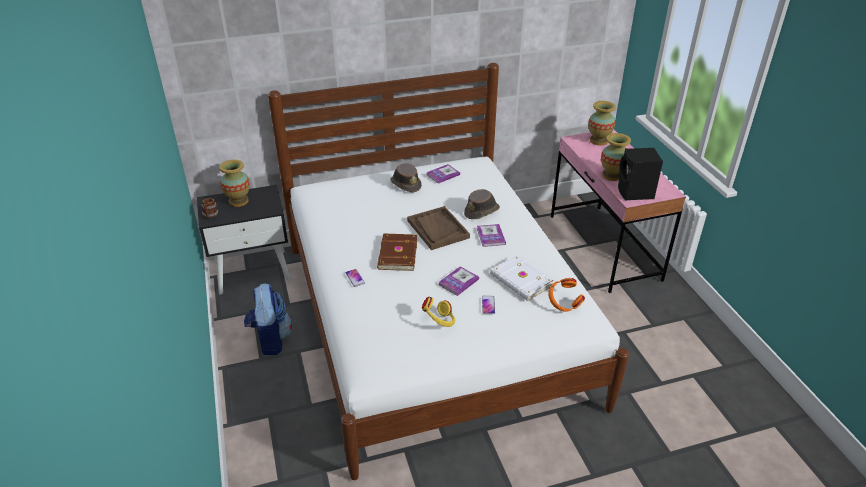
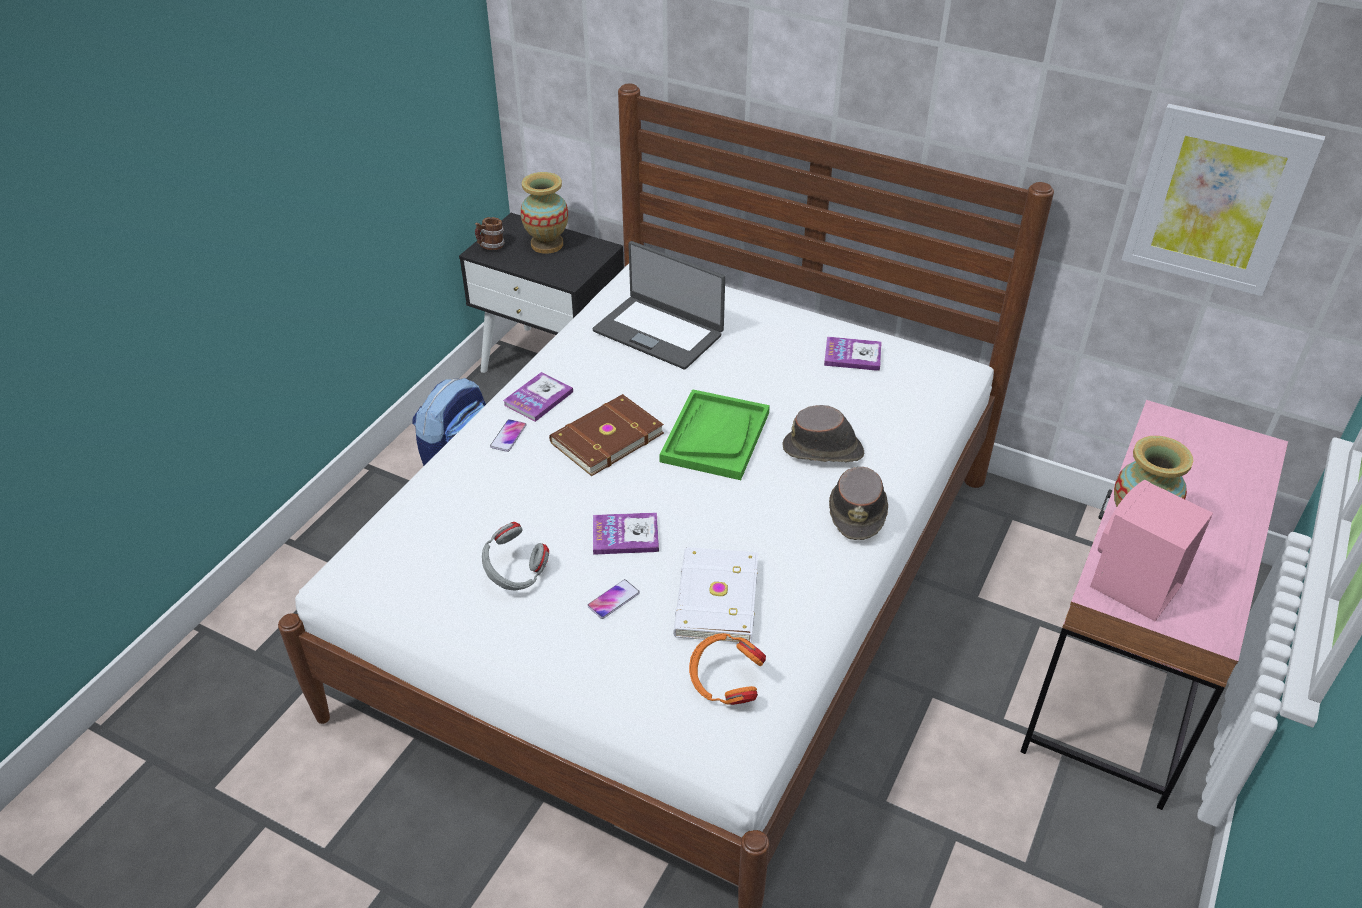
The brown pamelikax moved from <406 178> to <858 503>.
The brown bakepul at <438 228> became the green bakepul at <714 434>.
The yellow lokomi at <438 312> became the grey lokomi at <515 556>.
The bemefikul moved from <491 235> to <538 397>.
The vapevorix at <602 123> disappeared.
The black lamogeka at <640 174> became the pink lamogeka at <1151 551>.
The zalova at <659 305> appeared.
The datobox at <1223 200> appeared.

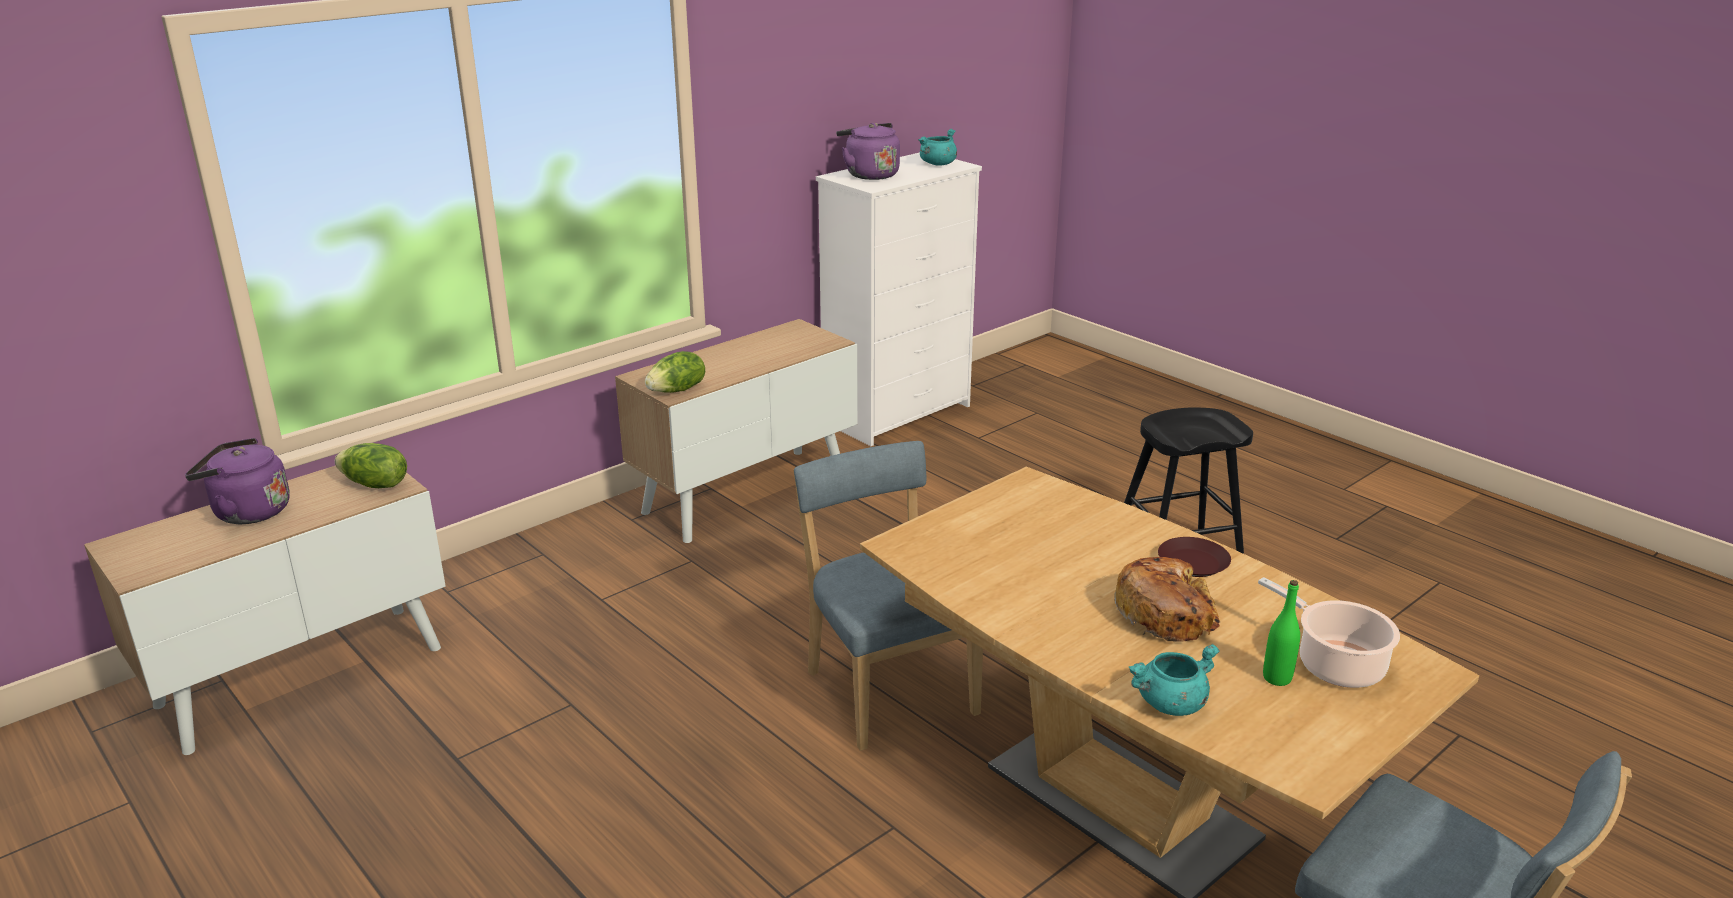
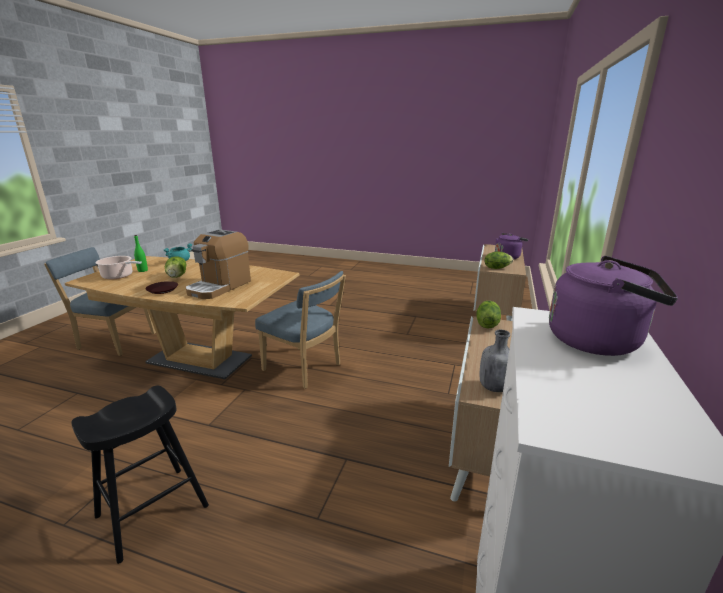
The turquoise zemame at <937 147> disappeared.
The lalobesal at <1167 599> was replaced by the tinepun at <176 267>.
The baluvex at <218 264> appeared.
The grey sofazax at <495 361> appeared.

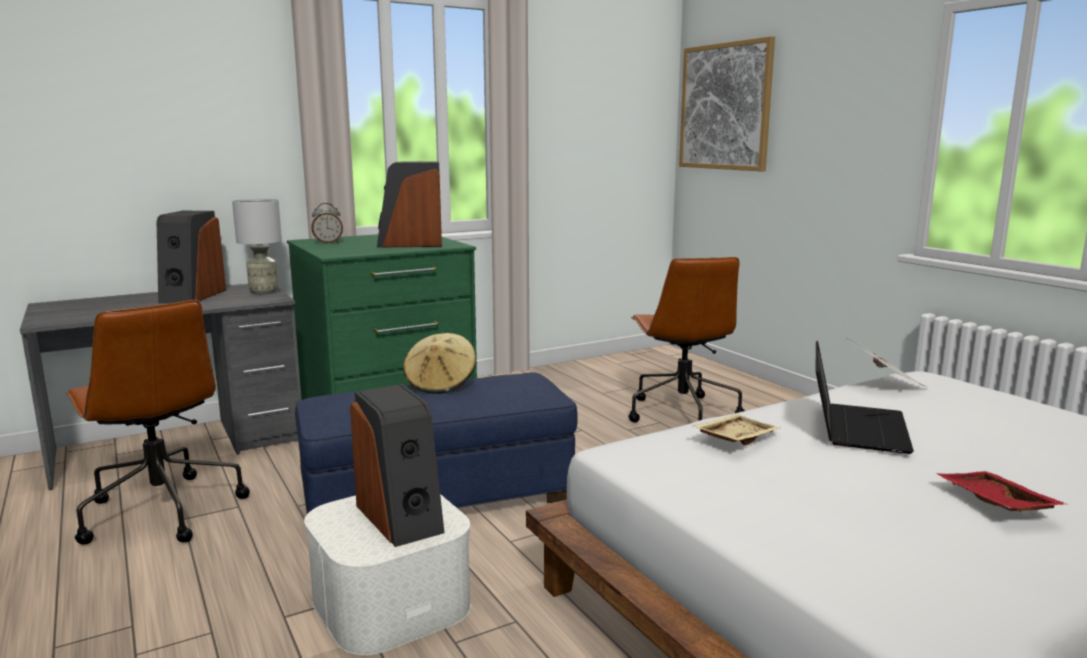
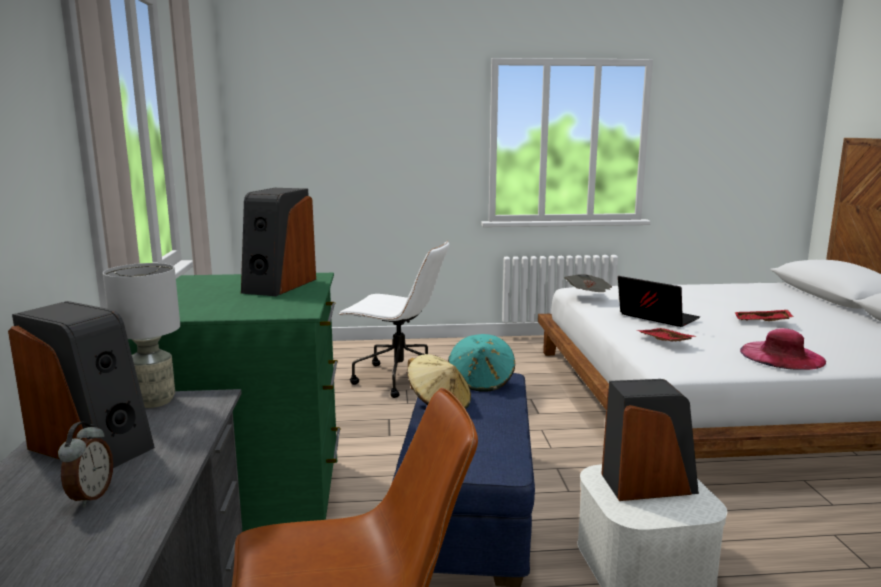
The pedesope moved from <327 223> to <85 464>.
The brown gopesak at <686 339> became the white gopesak at <394 319>.
The datobox at <727 103> disappeared.
The beige bakepul at <736 429> became the red bakepul at <667 335>.
The turquoise pamelikax at <481 363> appeared.
The pink pamelikax at <783 349> appeared.

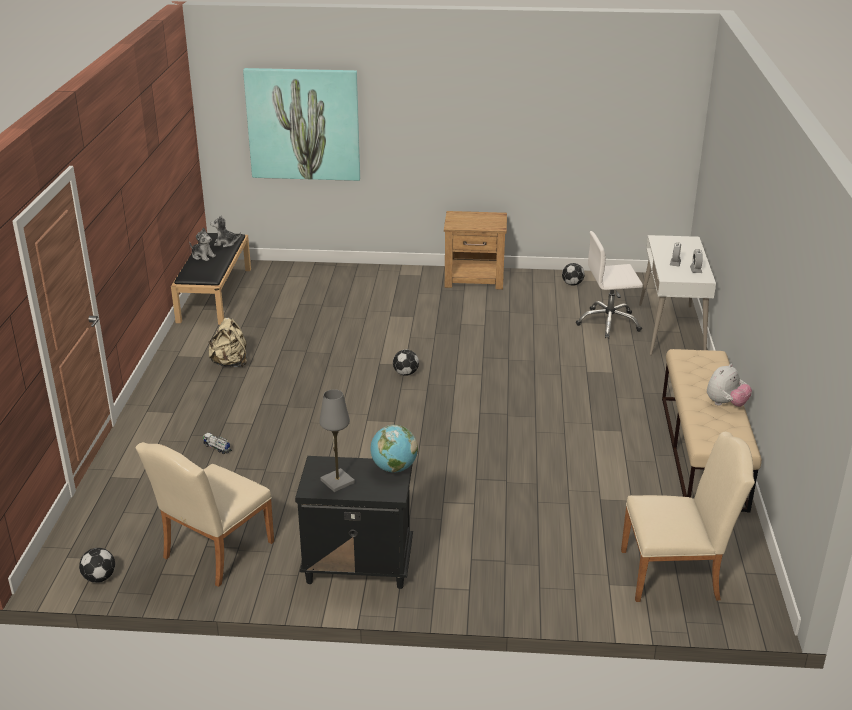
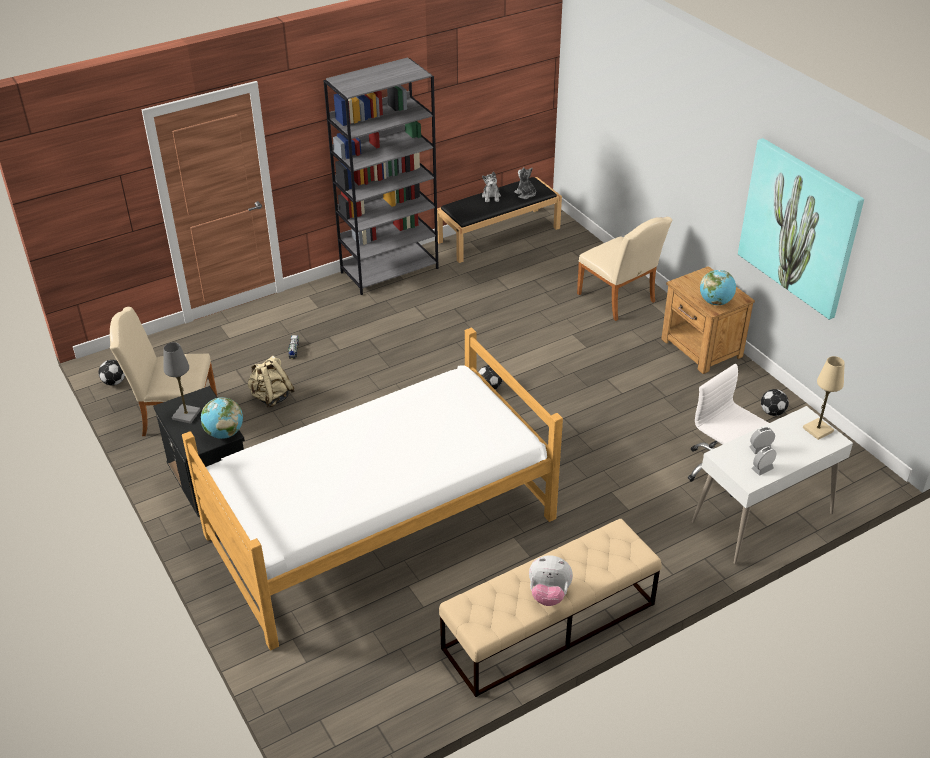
The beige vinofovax moved from <227 342> to <271 382>.
The datobox moved from <301 124> to <801 229>.
The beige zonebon moved from <688 517> to <624 269>.
The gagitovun at <372 489> appeared.
The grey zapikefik at <381 176> appeared.
The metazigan at <718 287> appeared.
The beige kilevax at <823 398> appeared.

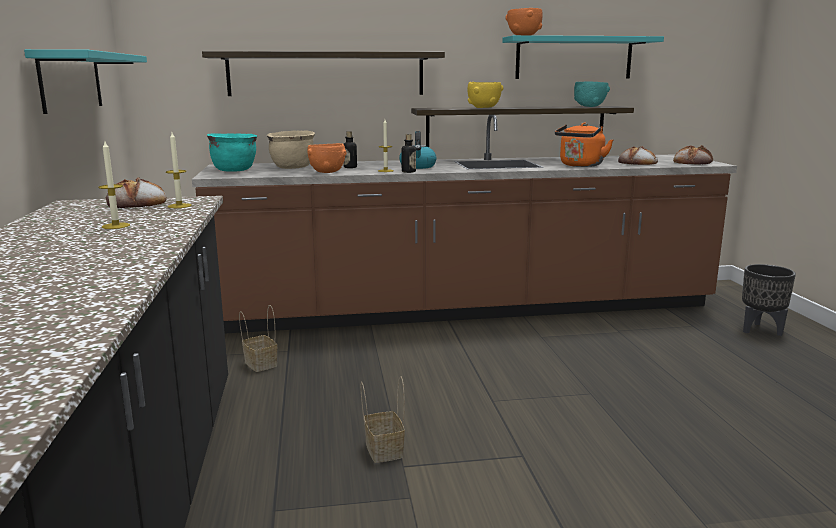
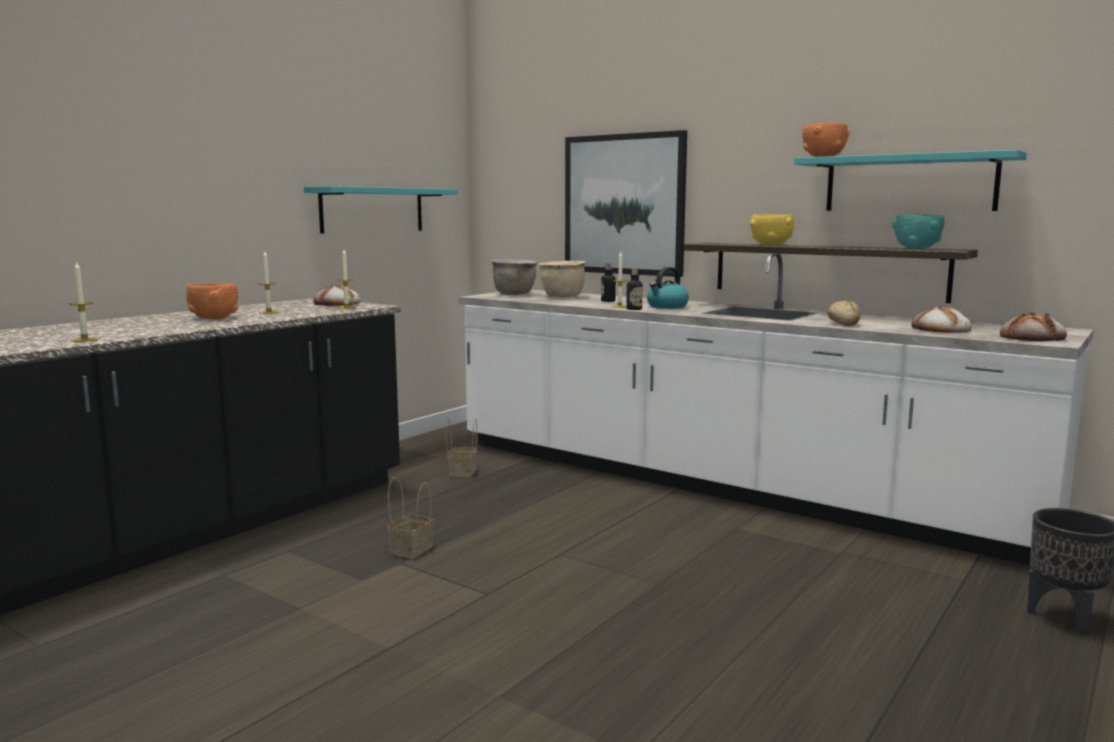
The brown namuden at <464 224> became the white namuden at <775 409>.
The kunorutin at <323 73> was replaced by the datobox at <626 203>.
The turquoise zemame at <232 152> became the brown zemame at <514 277>.
The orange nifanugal moved from <327 158> to <212 301>.
The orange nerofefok at <584 145> was replaced by the lalobesal at <844 313>.
The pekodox at <84 301> appeared.

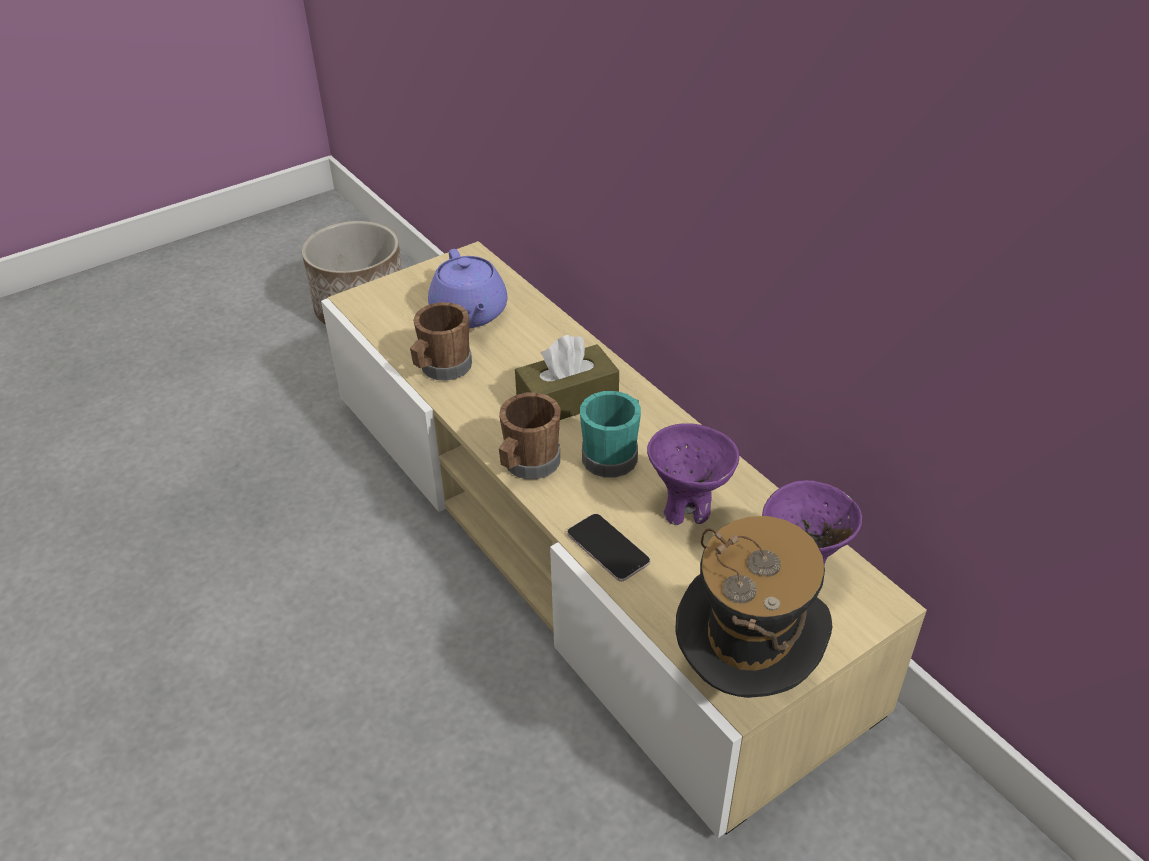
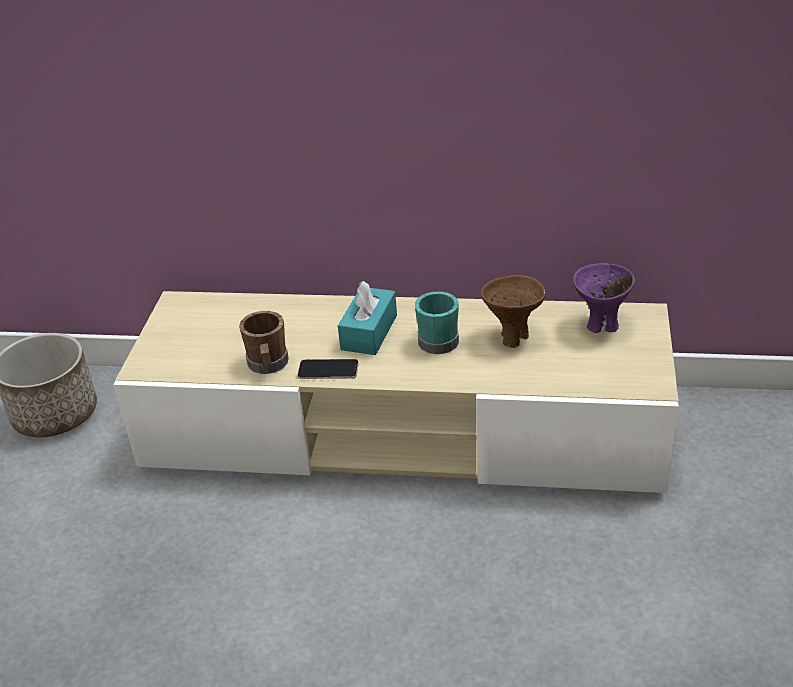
The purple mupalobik at <467 288> disappeared.
The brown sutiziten at <530 436> disappeared.
The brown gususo at <567 377> became the turquoise gususo at <367 318>.
The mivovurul moved from <608 547> to <328 369>.
The purple nifanugal at <693 474> became the brown nifanugal at <513 311>.
The pamelikax at <754 607> disappeared.

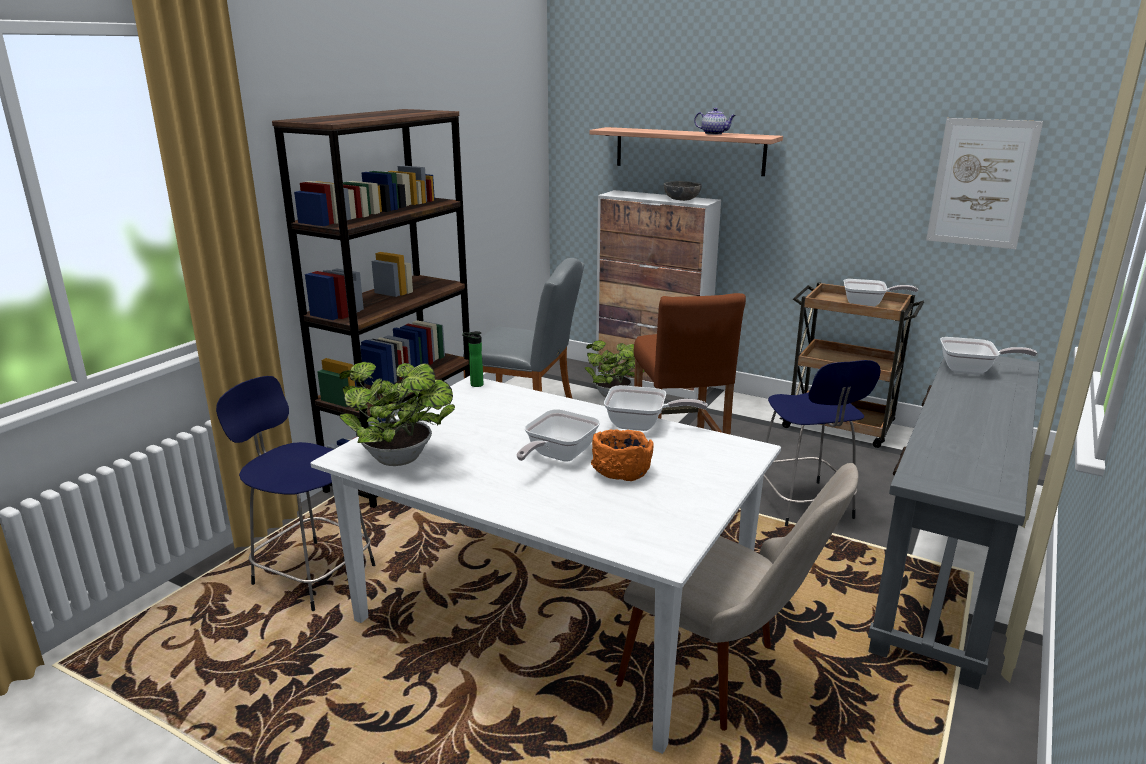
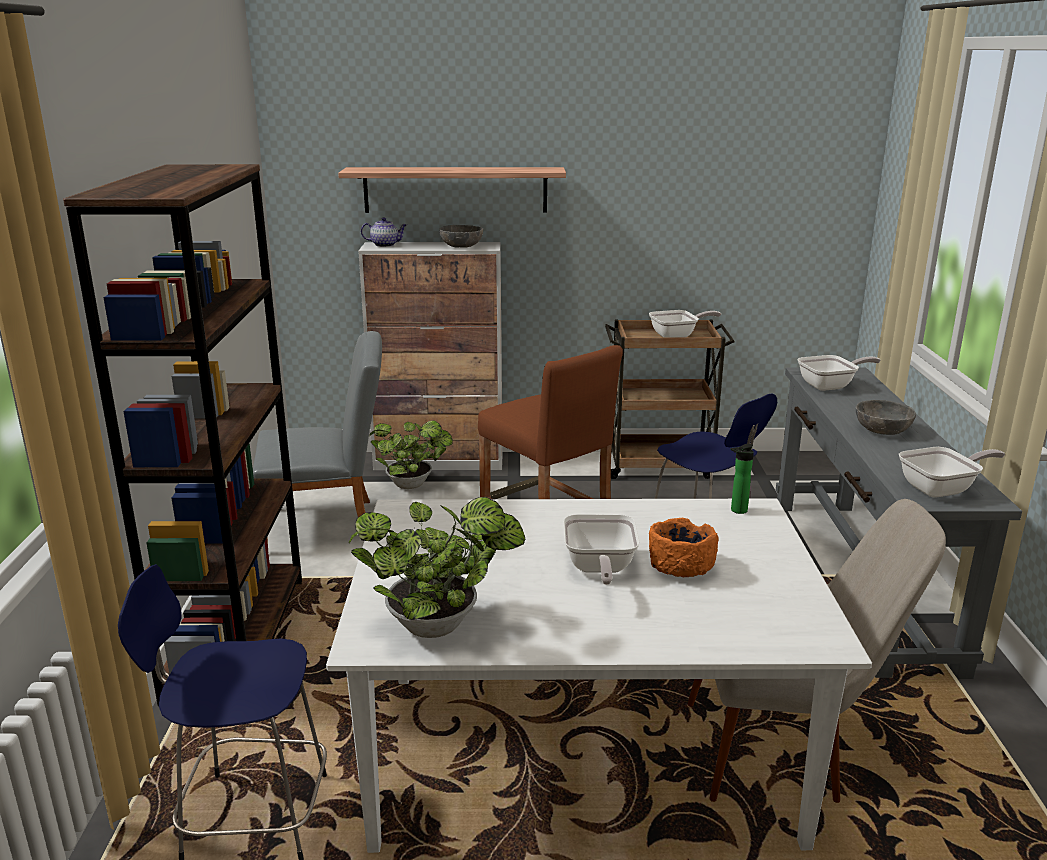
The sofazax moved from <473 359> to <742 479>.
The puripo moved from <656 408> to <952 472>.
The mupalobik moved from <715 121> to <384 232>.
The datobox at <984 183> disappeared.
The grey nifanugal at <886 417> appeared.

